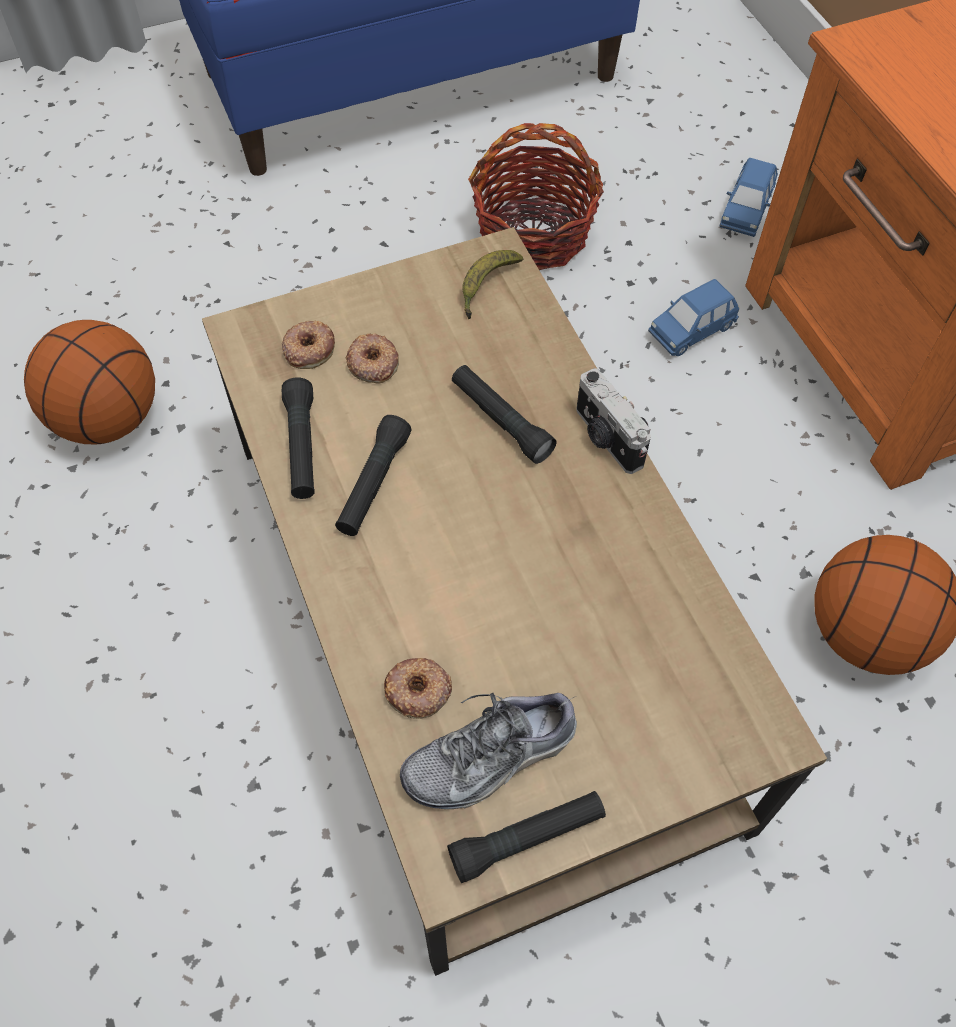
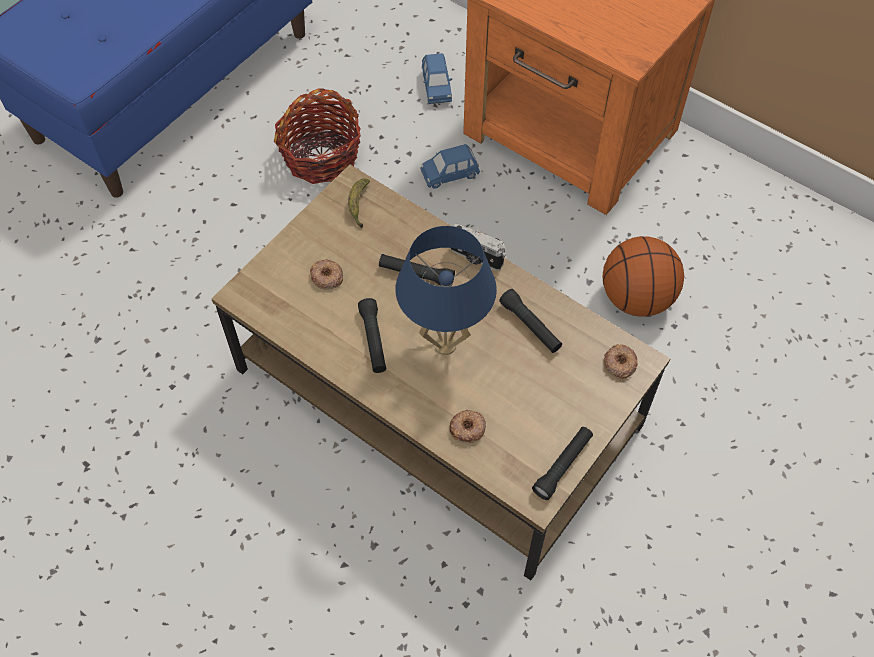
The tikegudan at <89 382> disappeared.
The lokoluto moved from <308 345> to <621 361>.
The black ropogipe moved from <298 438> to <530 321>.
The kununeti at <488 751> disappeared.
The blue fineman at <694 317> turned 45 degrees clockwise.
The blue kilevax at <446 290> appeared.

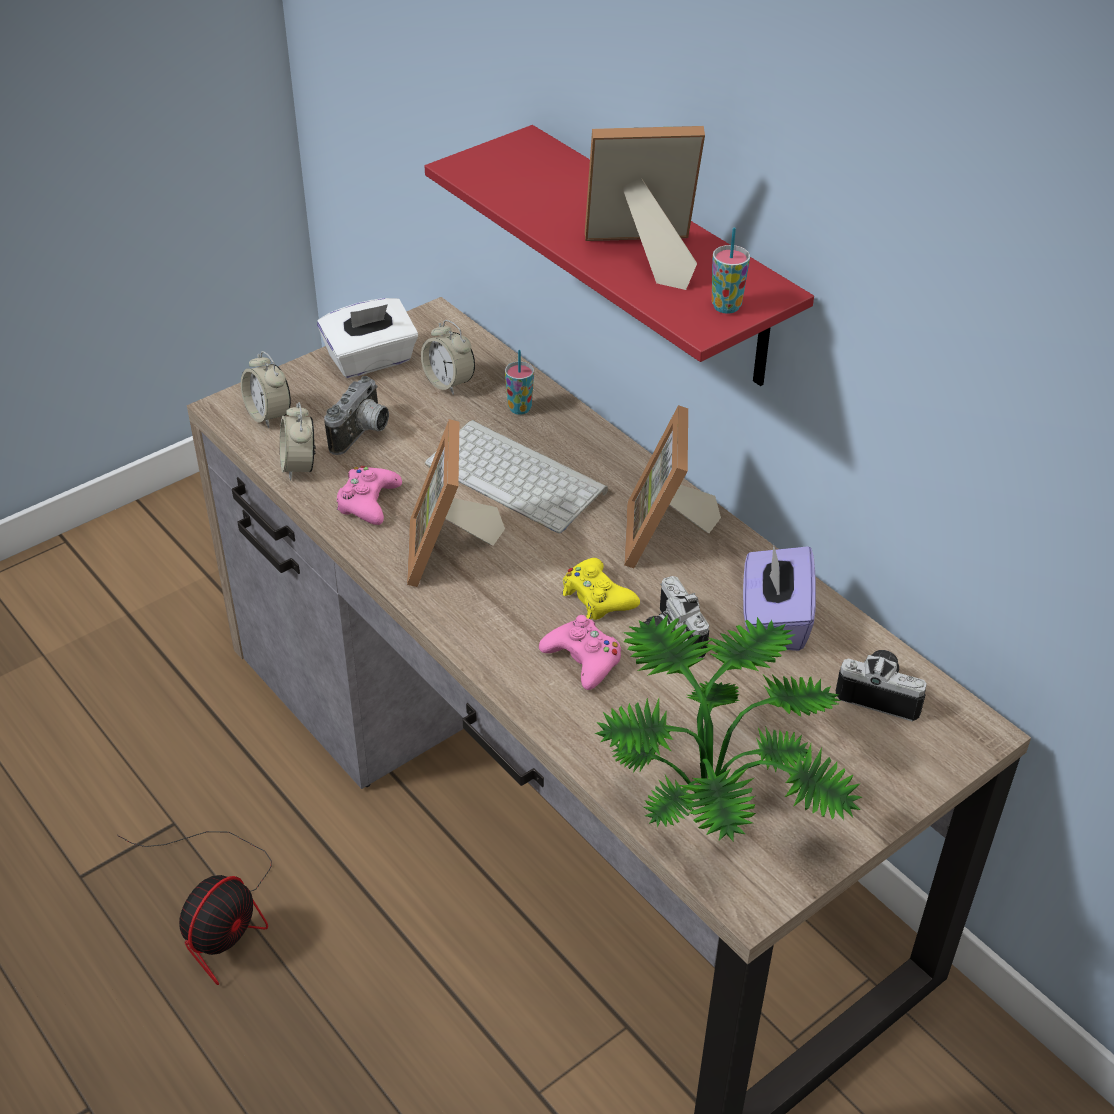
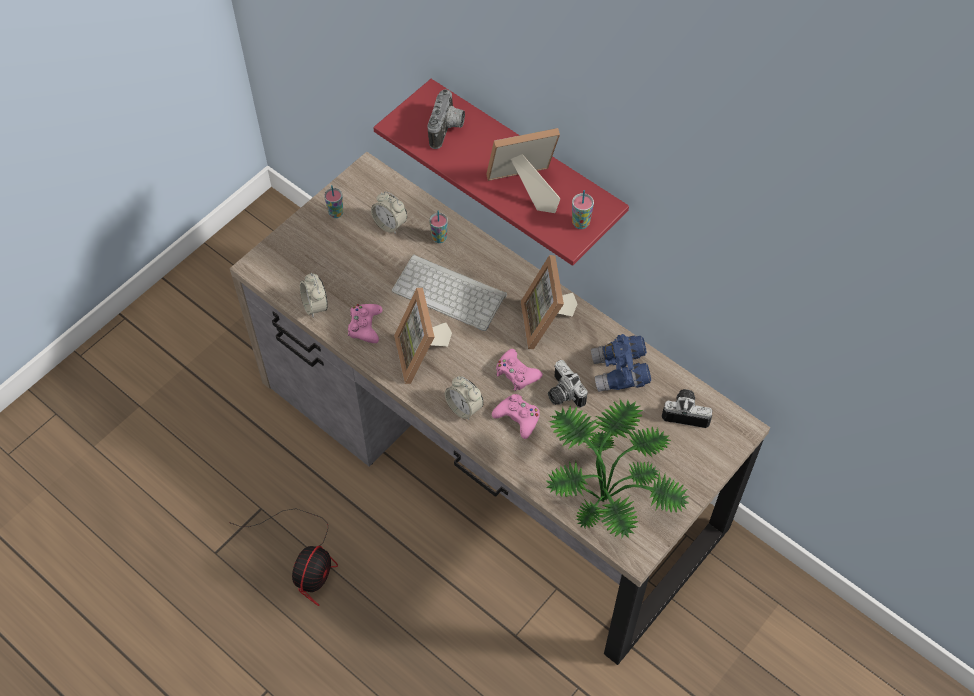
The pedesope moved from <266 389> to <464 398>.
The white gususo at <367 338> was replaced by the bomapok at <333 201>.
The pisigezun moved from <356 415> to <446 119>.
The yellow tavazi at <601 589> became the pink tavazi at <519 370>.
The purple gususo at <779 597> was replaced by the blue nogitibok at <621 363>.

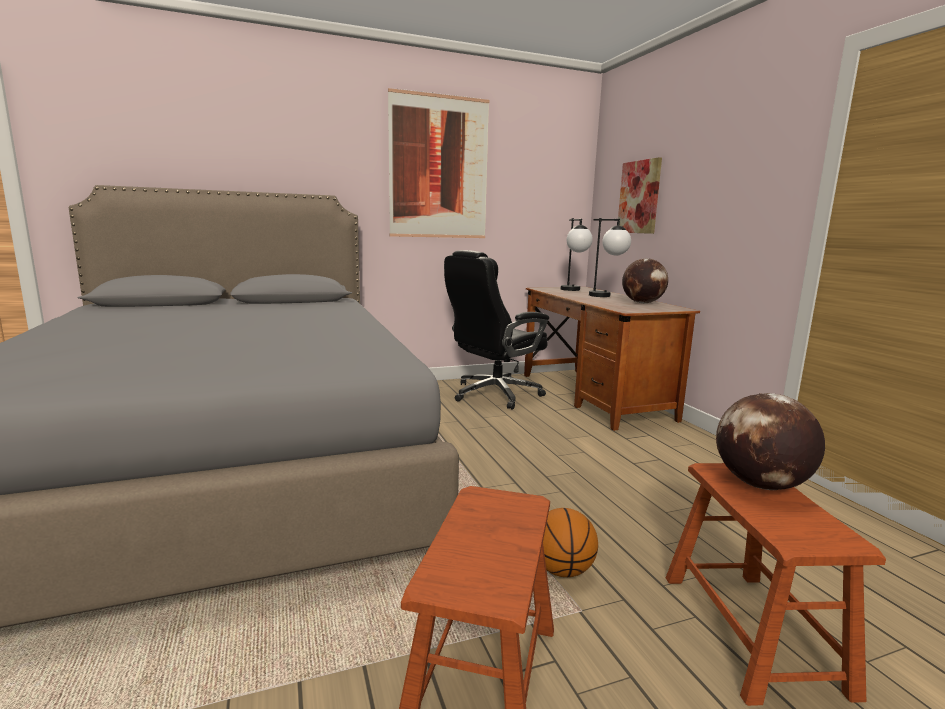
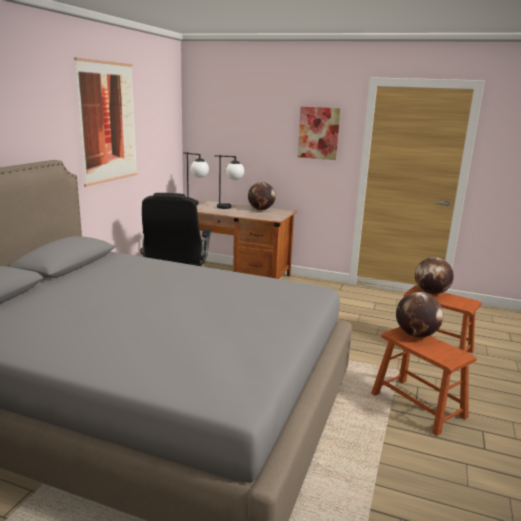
The tikegudan at <570 542> disappeared.
The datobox moved from <640 195> to <319 133>.
The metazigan at <419 315> appeared.

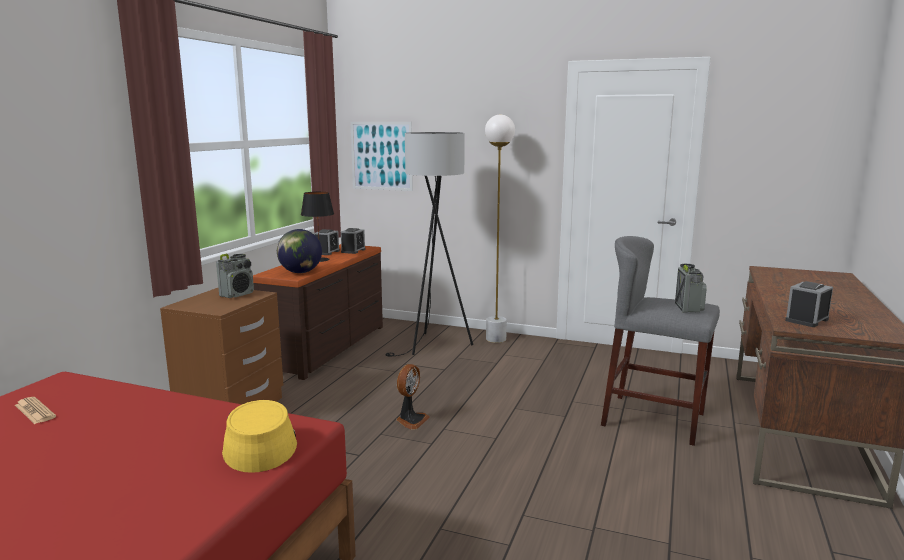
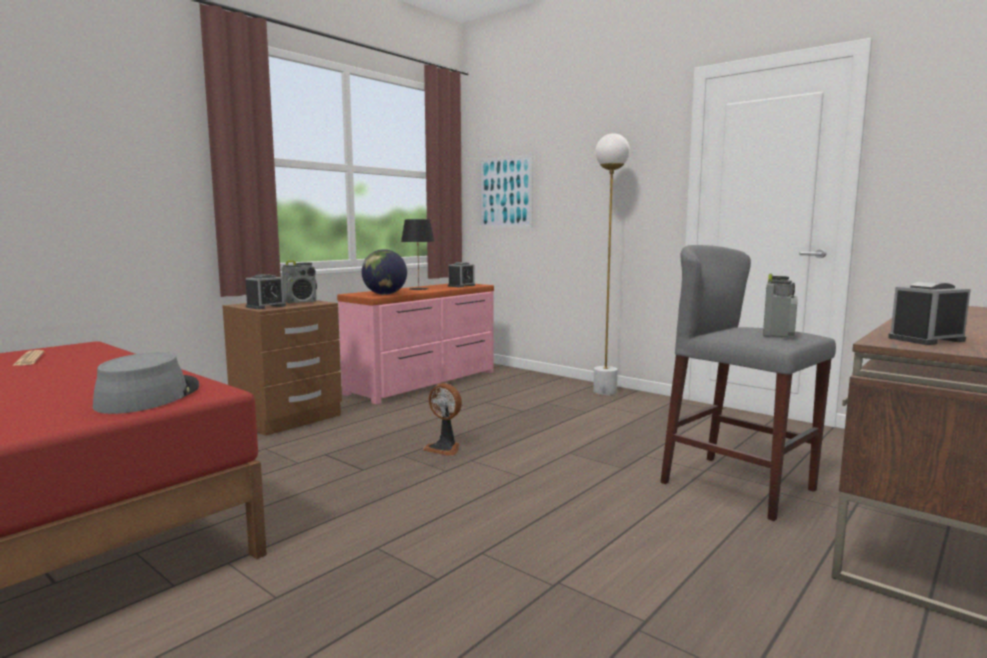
The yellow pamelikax at <259 436> became the grey pamelikax at <146 383>.
The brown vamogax at <318 312> became the pink vamogax at <415 344>.
The pedesope moved from <327 242> to <266 291>.
The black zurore at <429 244> disappeared.
The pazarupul at <413 397> turned 75 degrees clockwise.

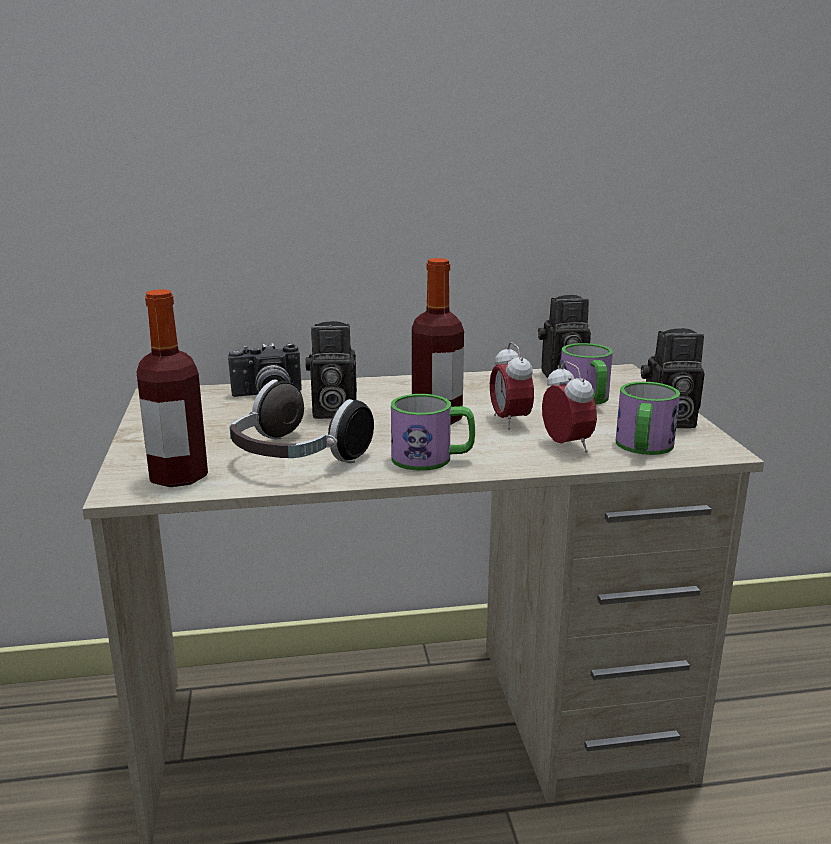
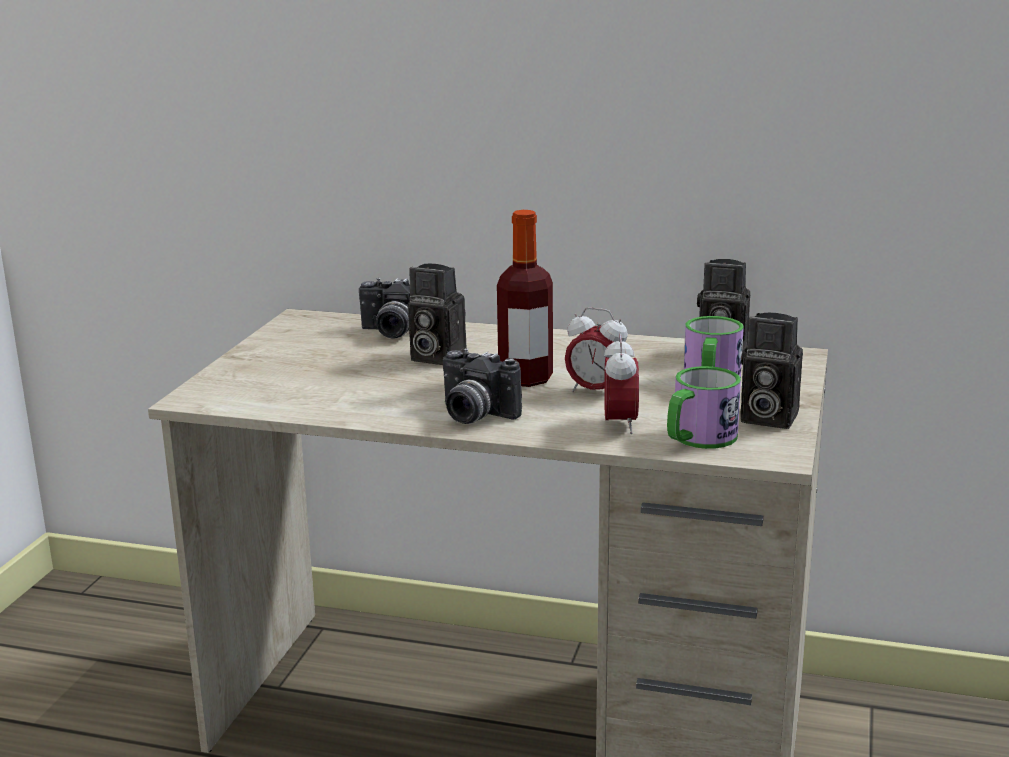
The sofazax at <172 388> disappeared.
The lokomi at <302 421> disappeared.
The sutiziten at <433 432> was replaced by the pisigezun at <482 386>.
The pedesope at <512 385> turned 75 degrees counterclockwise.

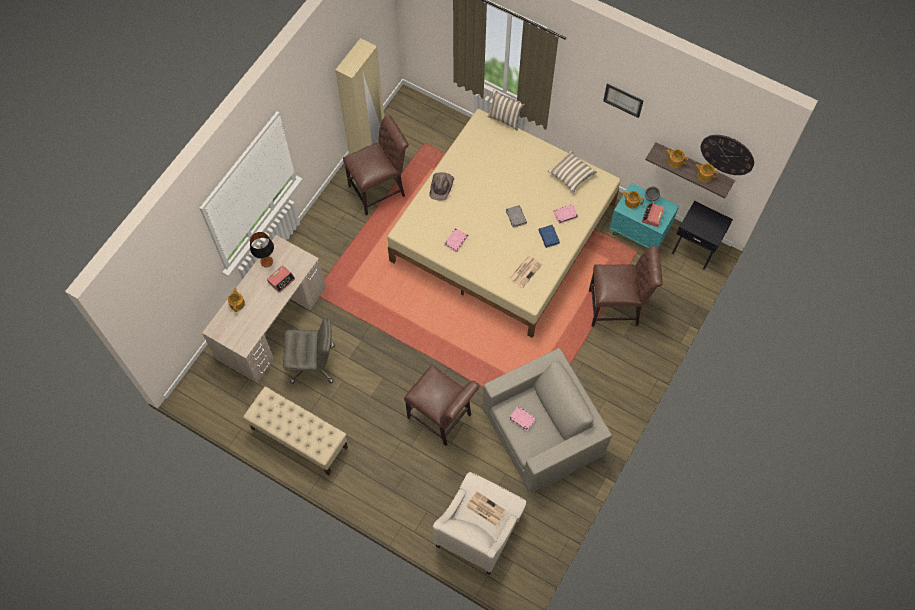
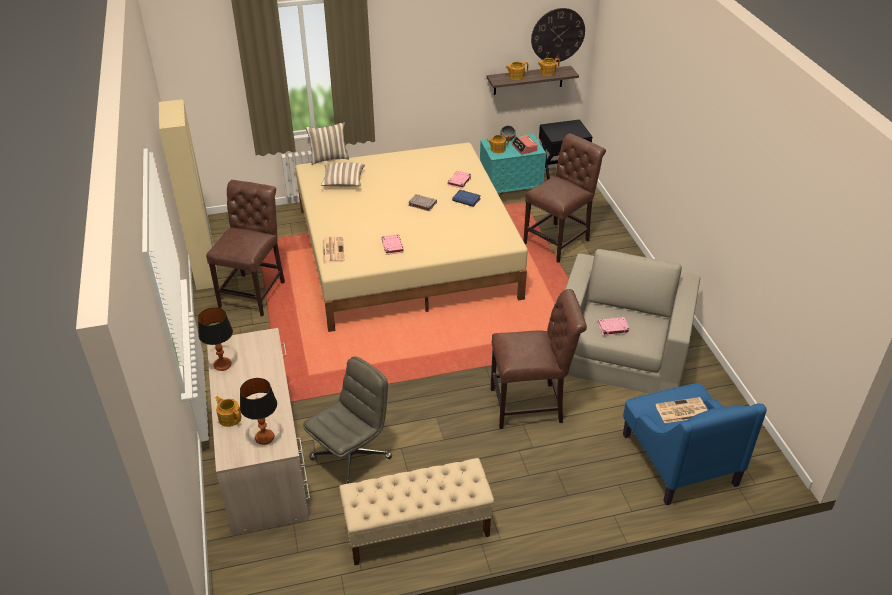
The pedesope at <281 279> disappeared.
The brown pamelikax at <441 186> disappeared.
The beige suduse at <479 523> became the blue suduse at <695 444>.
The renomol moved from <525 272> to <333 249>.
The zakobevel moved from <572 172> to <343 175>.
The datobox at <623 100> disappeared.
The kilevax at <258 411> appeared.

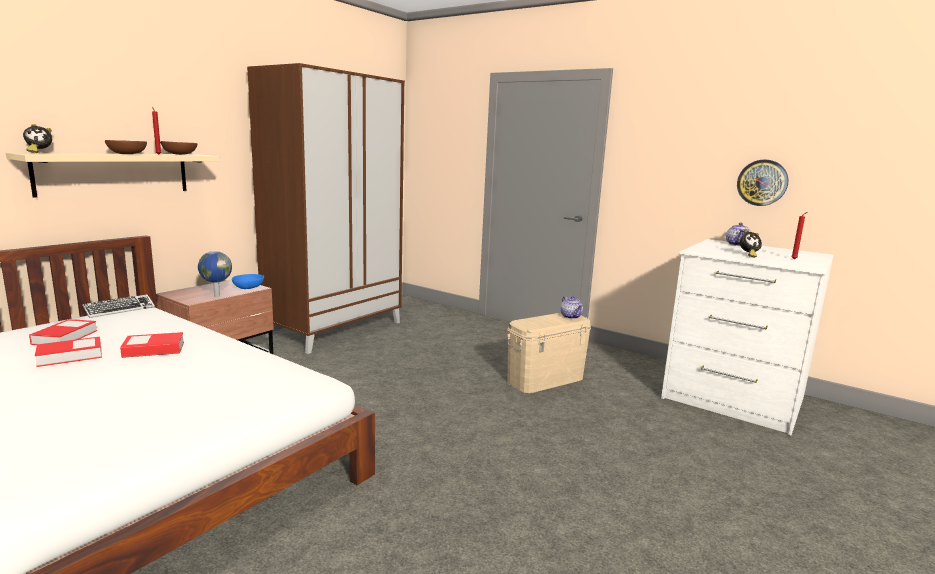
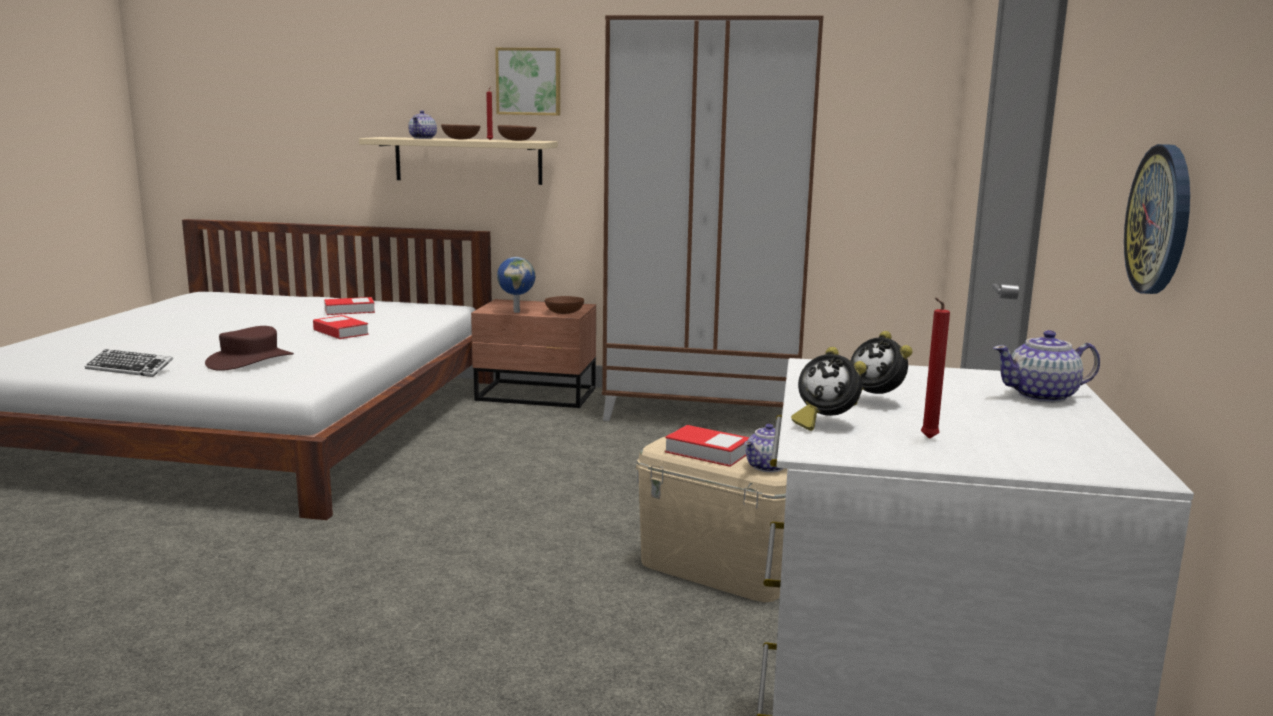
The pedesope moved from <37 138> to <829 389>.
The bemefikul moved from <68 352> to <707 446>.
The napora moved from <118 306> to <129 363>.
The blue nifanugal at <248 281> became the brown nifanugal at <564 305>.
The brown pamelikax at <249 348> appeared.
The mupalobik at <422 124> appeared.
The datobox at <527 82> appeared.

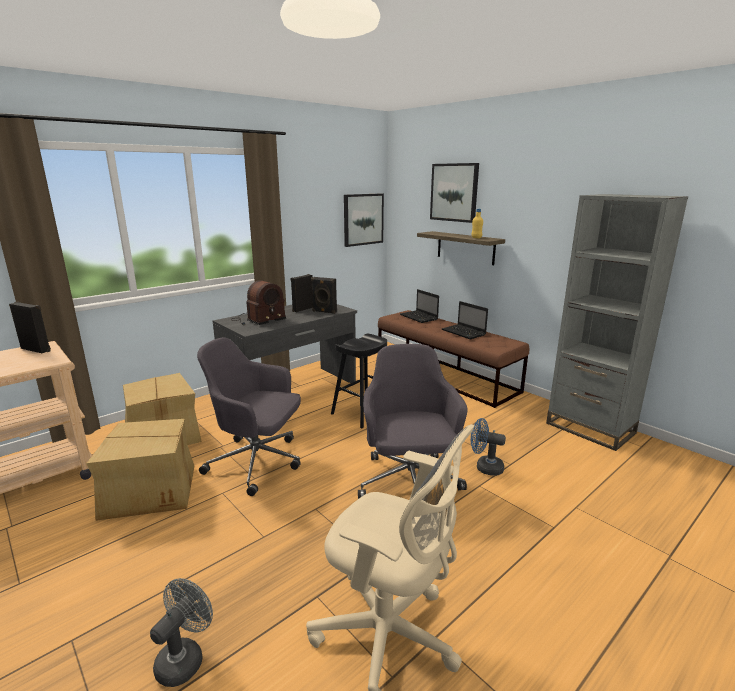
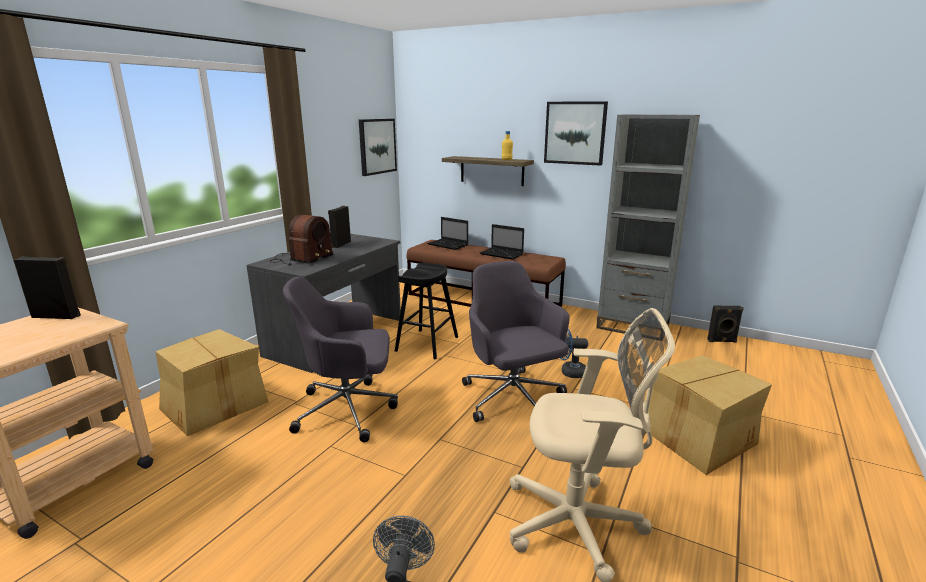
The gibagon moved from <140 470> to <710 415>.
The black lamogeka moved from <324 295> to <725 324>.
The datobox moved from <454 193> to <576 133>.

